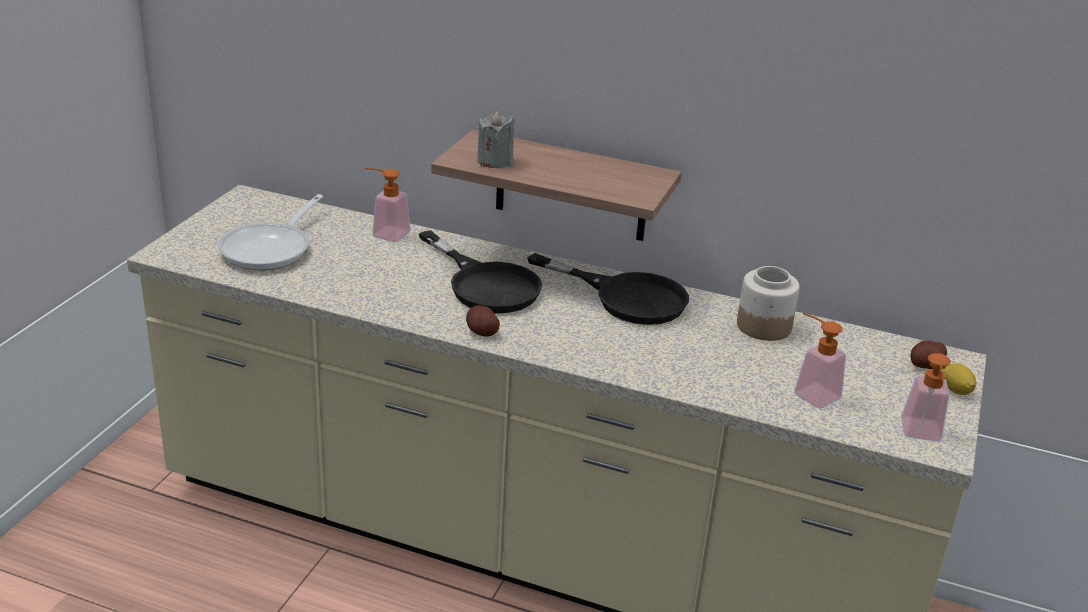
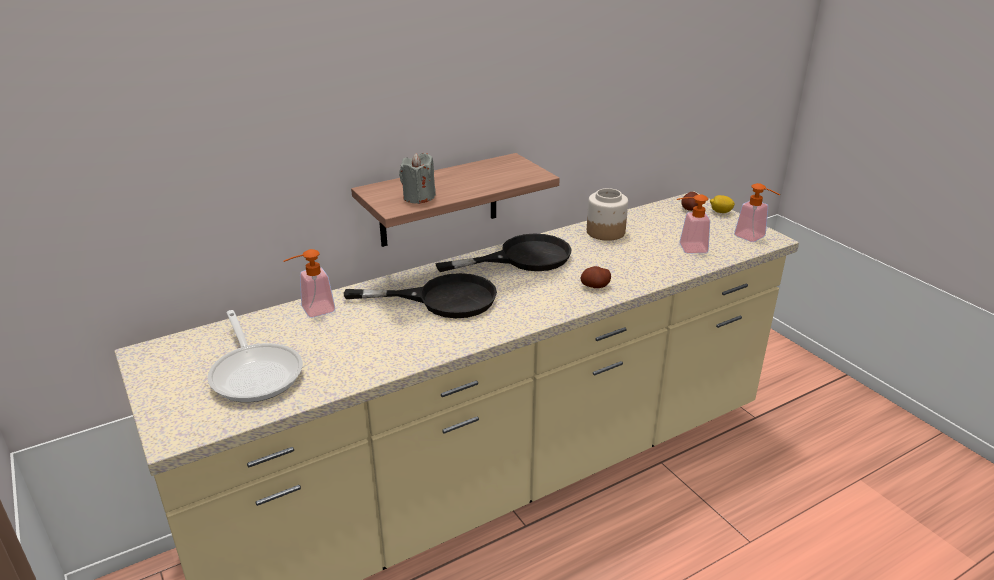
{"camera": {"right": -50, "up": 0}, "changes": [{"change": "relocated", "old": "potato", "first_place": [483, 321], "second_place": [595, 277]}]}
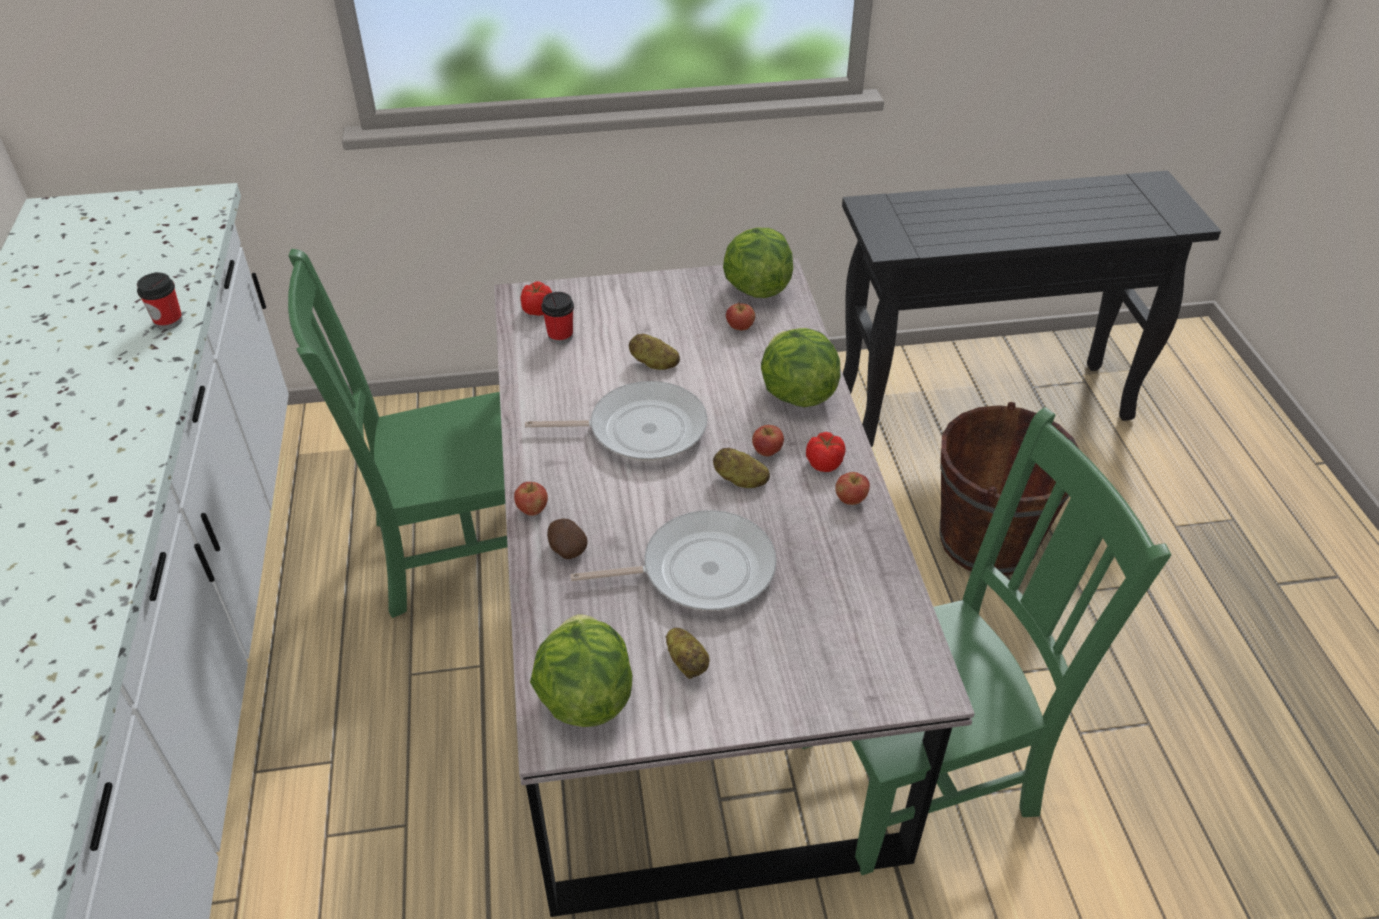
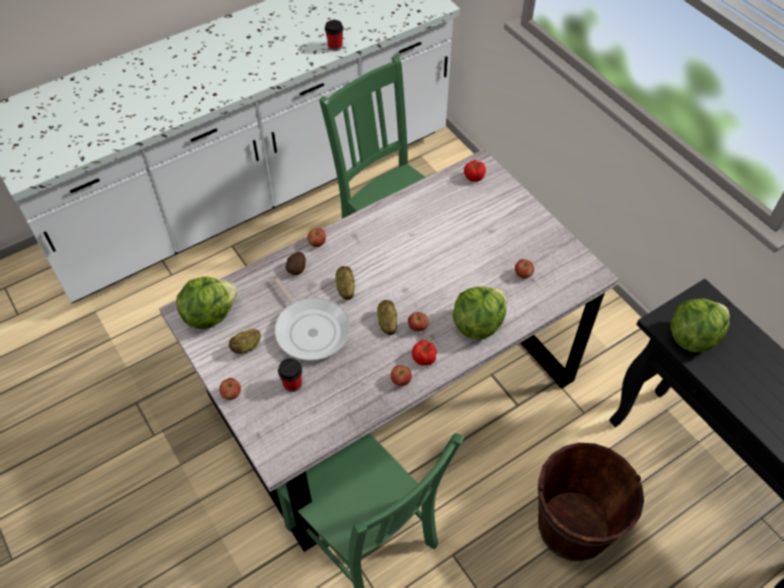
{"camera": {"right": 65, "up": 10}, "changes": [{"change": "missing", "old": "frying_pan", "first_place": [616, 421]}, {"change": "appeared", "new": "apple", "second_place": [230, 389]}, {"change": "relocated", "old": "cup", "first_place": [557, 318], "second_place": [290, 375]}, {"change": "relocated", "old": "potato", "first_place": [654, 352], "second_place": [344, 283]}, {"change": "relocated", "old": "lettuce", "first_place": [758, 263], "second_place": [700, 326]}]}
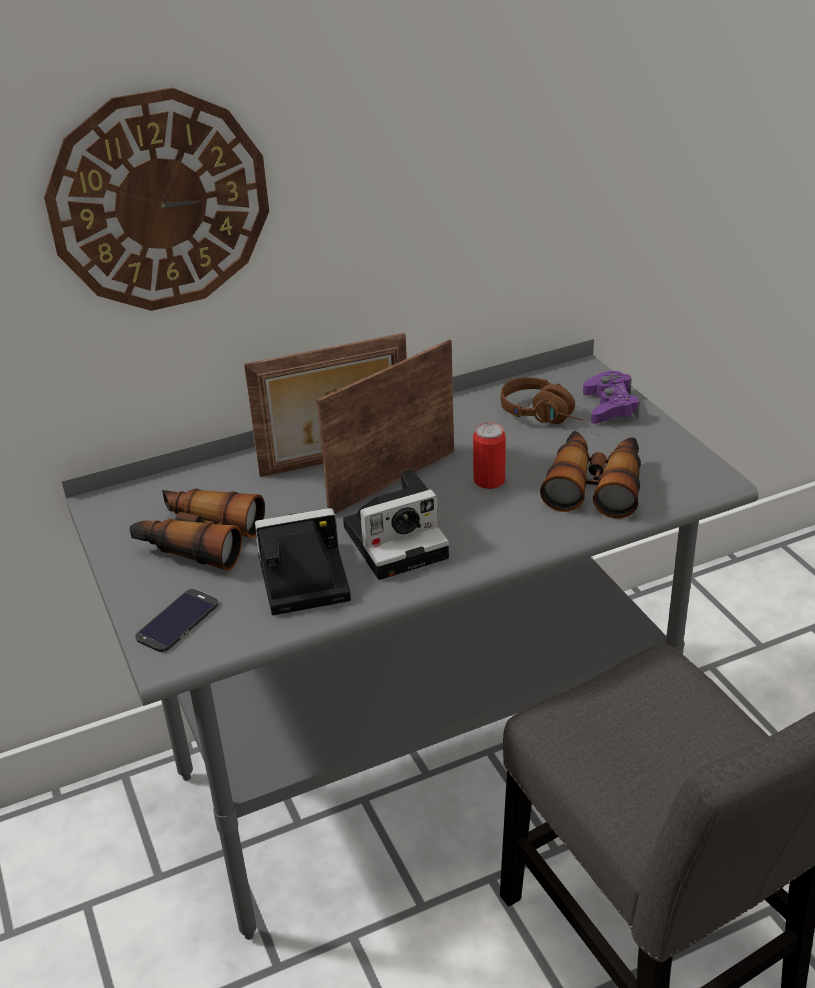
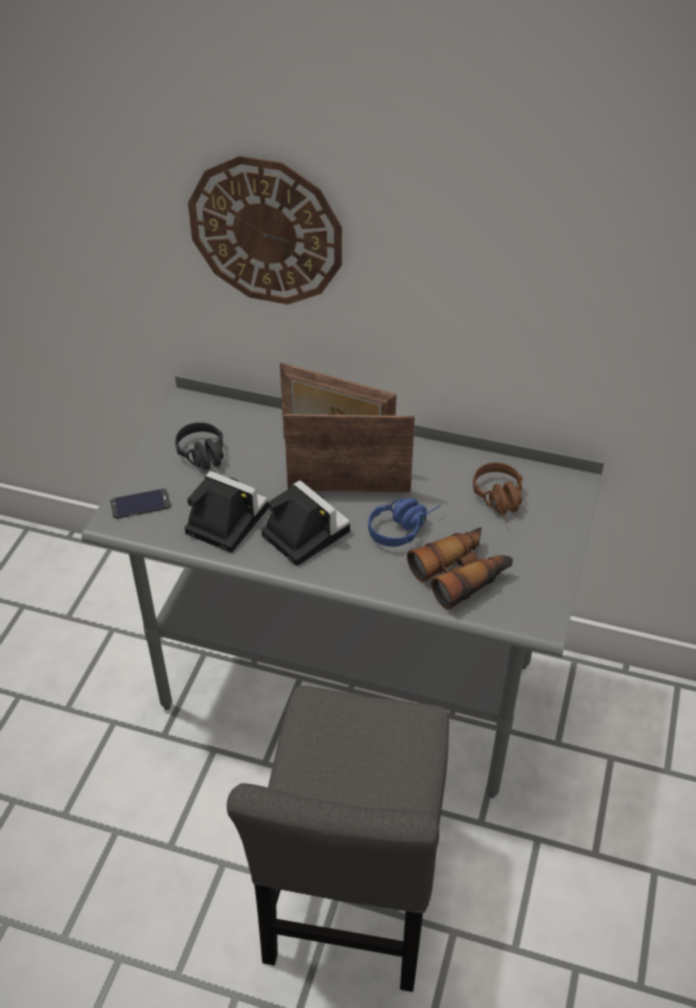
{"camera": {"right": 40, "up": 10}, "changes": [{"change": "missing", "old": "purple_game_controller", "first_place": [611, 397]}, {"change": "exchanged", "old": "binoculars", "new": "black_headphones", "first_place": [197, 529], "second_place": [199, 447]}, {"change": "exchanged", "old": "can", "new": "blue_headphones", "first_place": [489, 455], "second_place": [404, 522]}, {"change": "spun", "old": "photo_camera", "first_place": [396, 524], "second_place": [305, 523], "degrees": -150}]}
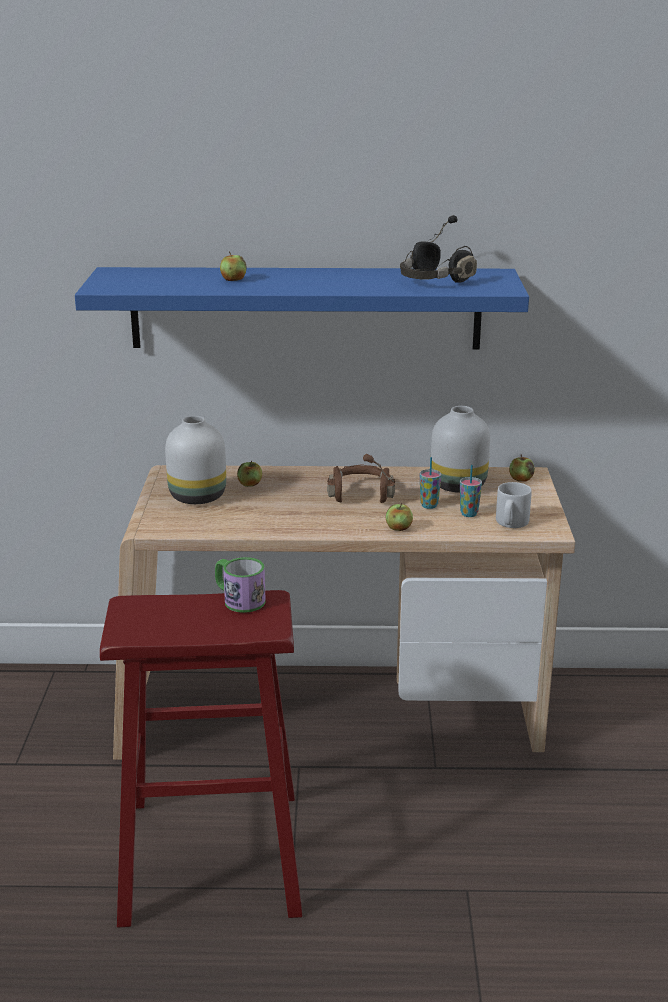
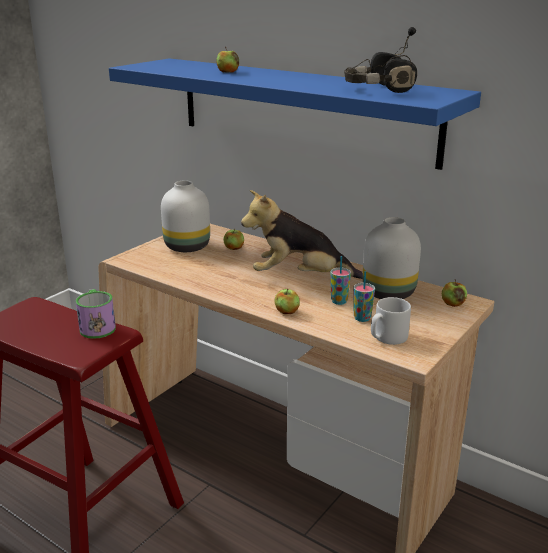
{"camera": {"right": 35, "up": 0}, "changes": [{"change": "exchanged", "old": "brown_headphones", "new": "plush_toy", "first_place": [361, 478], "second_place": [302, 234]}]}
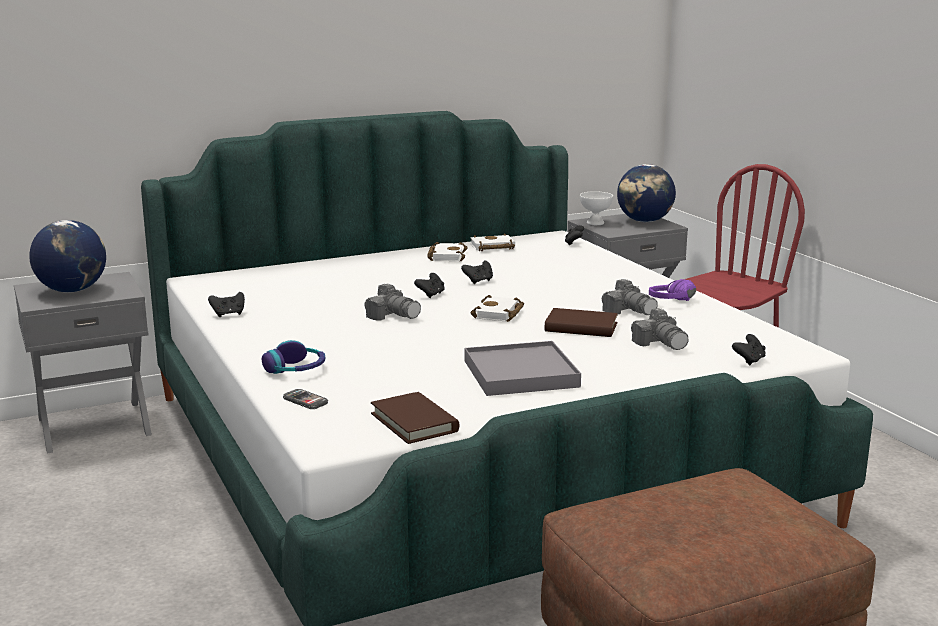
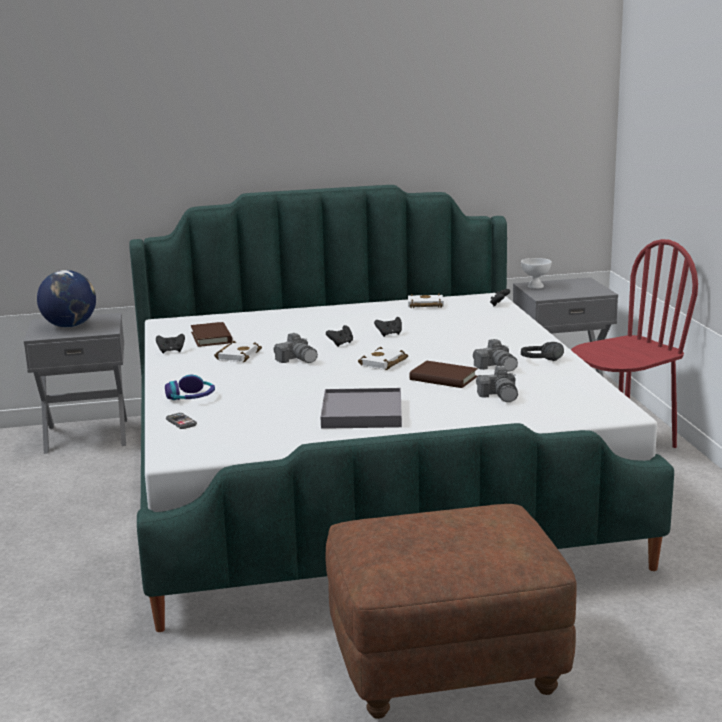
{"camera": {"right": 15, "up": 0}, "changes": [{"change": "missing", "old": "globe", "first_place": [646, 193]}, {"change": "missing", "old": "black_game_controller", "first_place": [749, 349]}, {"change": "relocated", "old": "brown_book", "first_place": [415, 418], "second_place": [212, 334]}, {"change": "relocated", "old": "white_book", "first_place": [447, 252], "second_place": [238, 351]}, {"change": "colour", "old": "purple_headphones", "new": "black_headphones", "first_place": [672, 290], "second_place": [542, 351]}]}
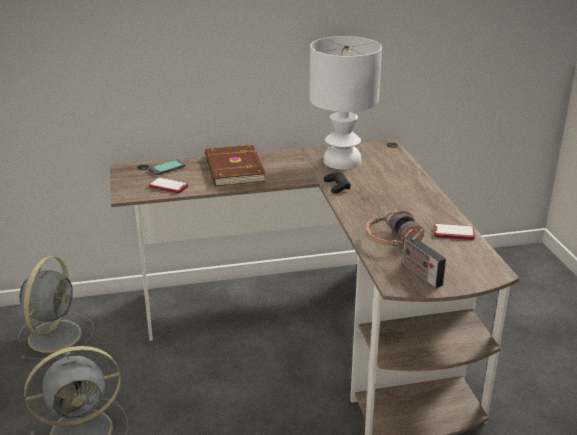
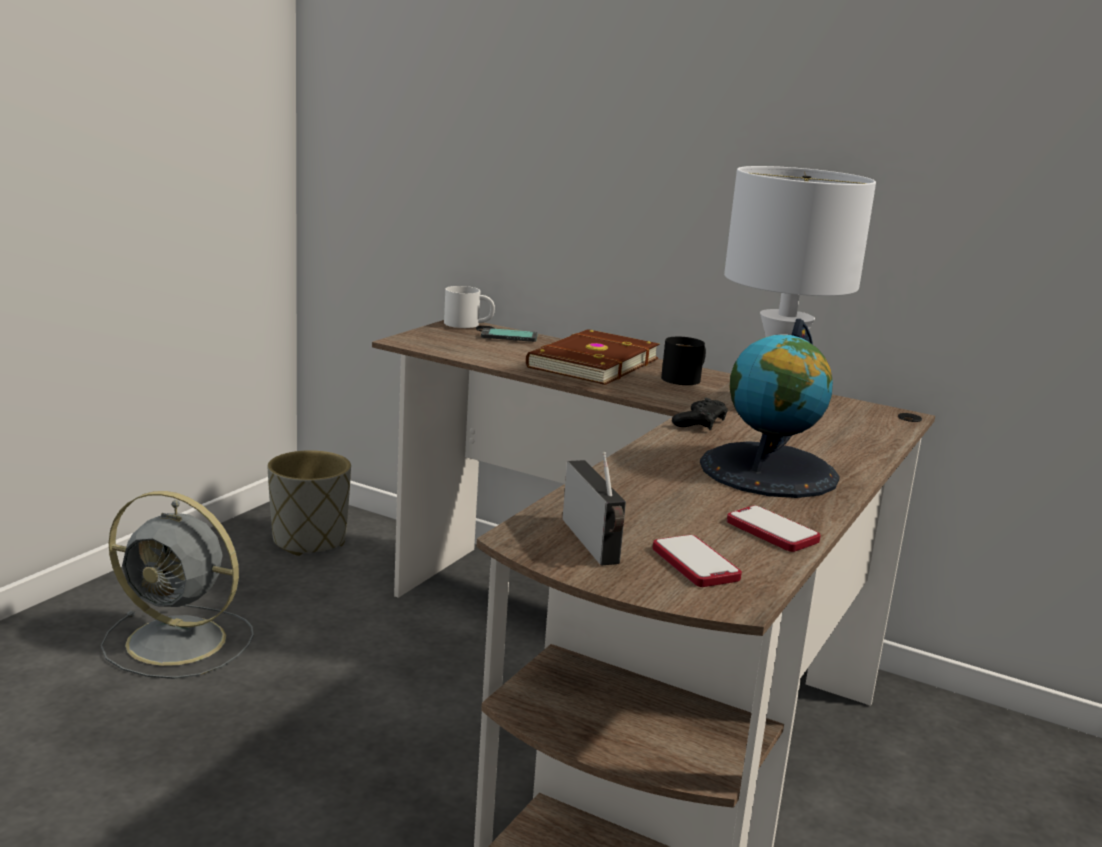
{"camera": {"right": 40, "up": -10}, "changes": [{"change": "missing", "old": "headphones", "first_place": [395, 228]}, {"change": "appeared", "new": "white_mug", "second_place": [469, 307]}, {"change": "appeared", "new": "black_mug", "second_place": [683, 361]}, {"change": "appeared", "new": "globe", "second_place": [770, 408]}, {"change": "relocated", "old": "phone", "first_place": [168, 186], "second_place": [697, 561]}, {"change": "exchanged", "old": "grey_fan", "new": "grey_planter", "first_place": [56, 308], "second_place": [309, 503]}, {"change": "spun", "old": "radio", "first_place": [424, 258], "second_place": [594, 509], "degrees": 150}]}
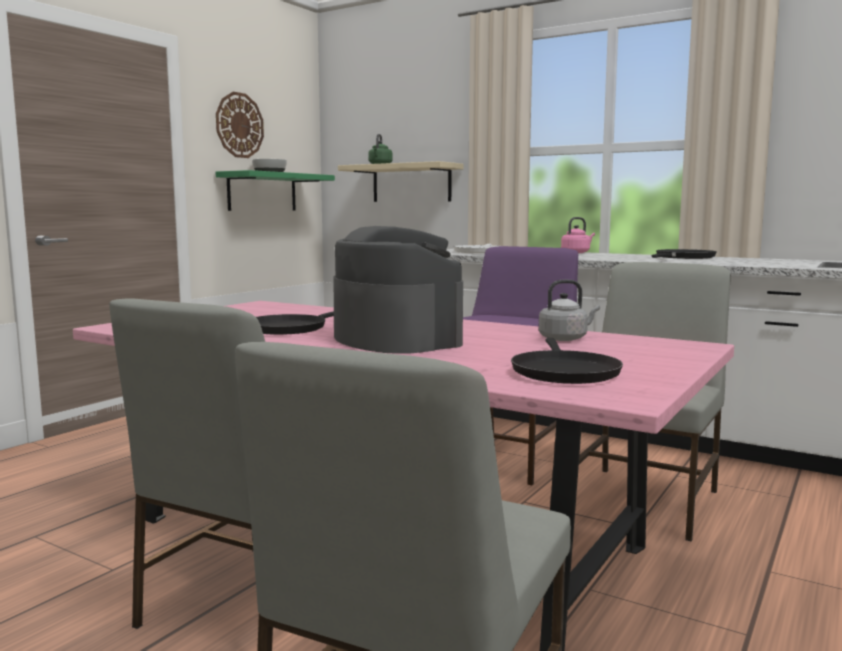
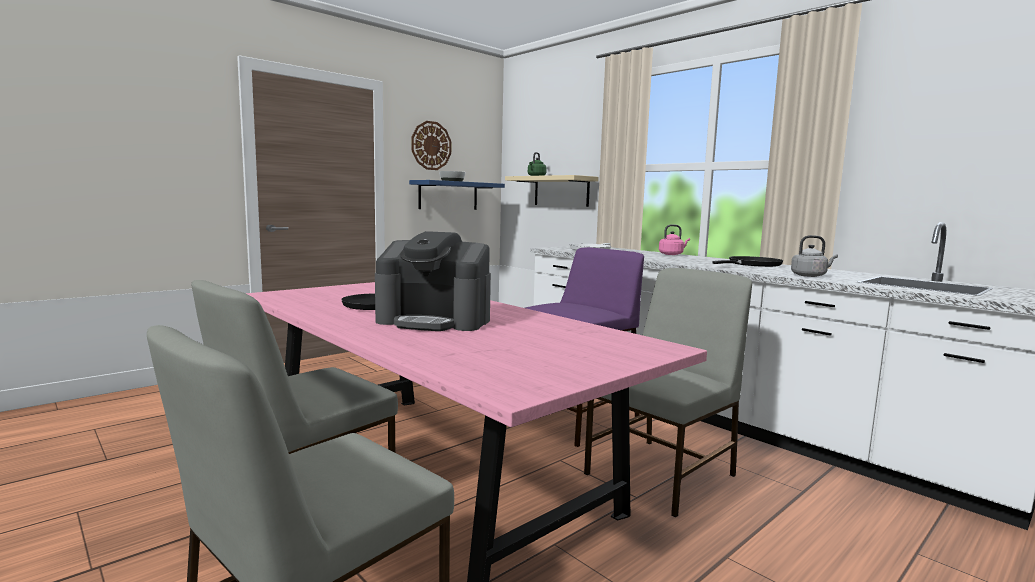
{"camera": {"right": 15, "up": 0}, "changes": [{"change": "missing", "old": "black_frying_pan", "first_place": [567, 361]}, {"change": "relocated", "old": "grey_kettle", "first_place": [569, 310], "second_place": [814, 256]}, {"change": "colour", "old": "green_shelf", "new": "blue_shelf", "first_place": [275, 190], "second_place": [457, 195]}, {"change": "spun", "old": "coffee_machine", "first_place": [398, 290], "second_place": [433, 281], "degrees": 120}]}
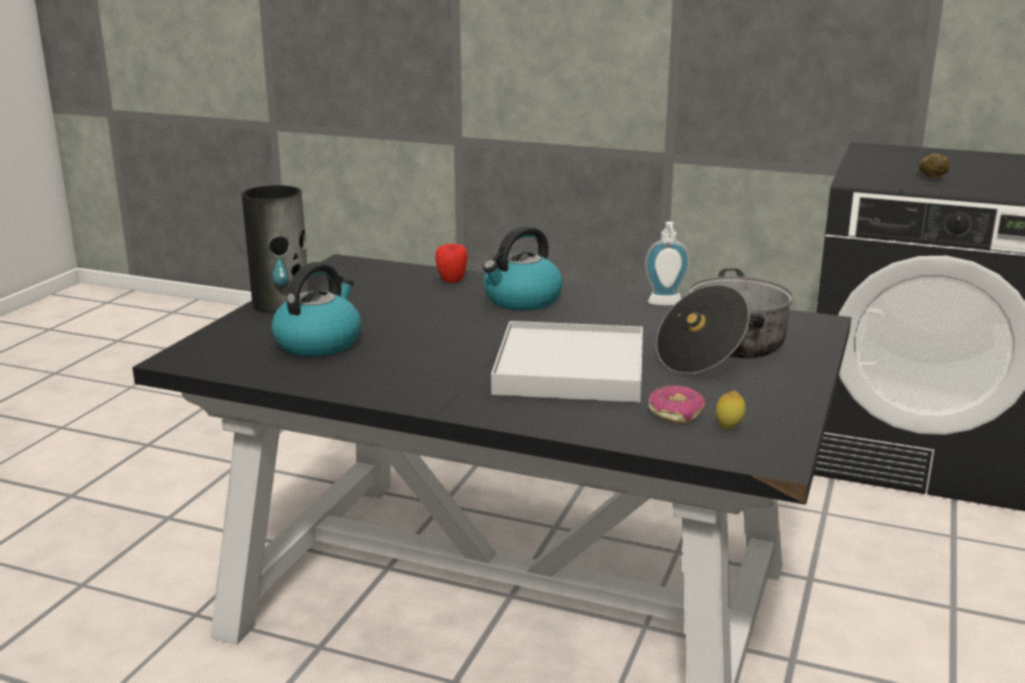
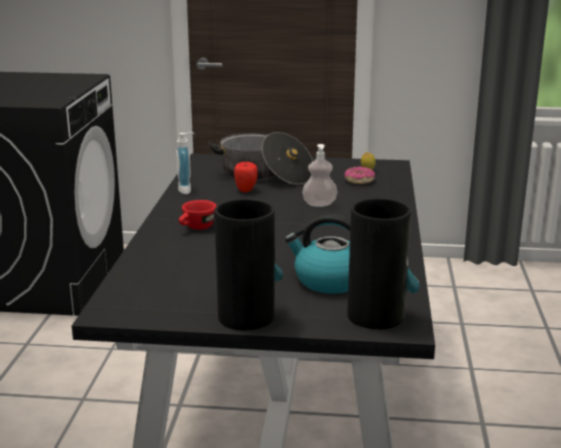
{"camera": {"right": -105, "up": 0}, "changes": [{"change": "missing", "old": "potato", "first_place": [934, 166]}, {"change": "appeared", "new": "vase", "second_place": [383, 263]}, {"change": "relocated", "old": "apple", "first_place": [451, 263], "second_place": [246, 177]}, {"change": "exchanged", "old": "kettle", "new": "red_cup", "first_place": [523, 268], "second_place": [198, 215]}, {"change": "exchanged", "old": "white_tray", "new": "soap_dispenser", "first_place": [567, 361], "second_place": [320, 175]}]}
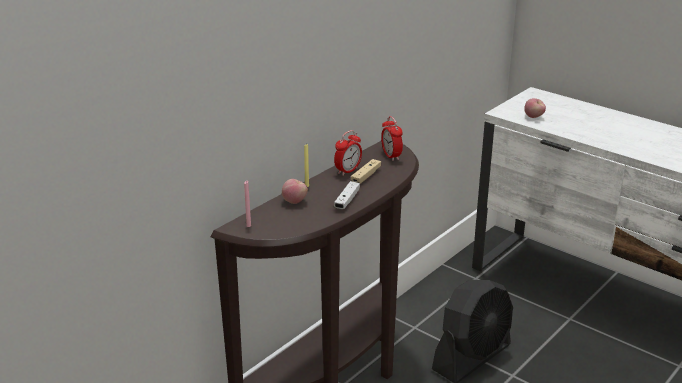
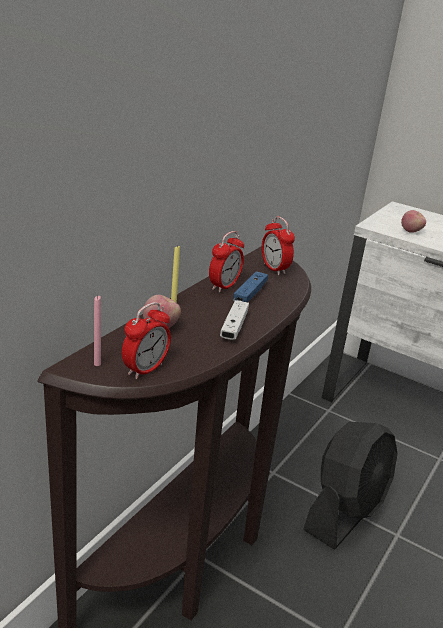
{"camera": {"right": -10, "up": 0}, "changes": [{"change": "appeared", "new": "alarm_clock", "second_place": [146, 340]}, {"change": "colour", "old": "beige_game_controller", "new": "blue_game_controller", "first_place": [366, 171], "second_place": [250, 286]}]}
